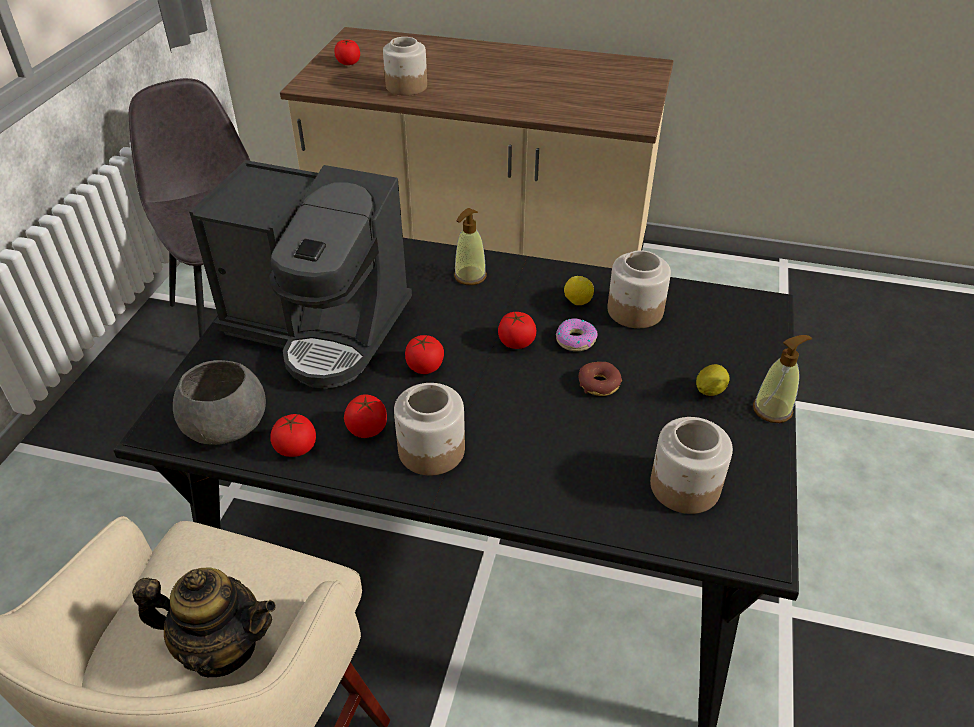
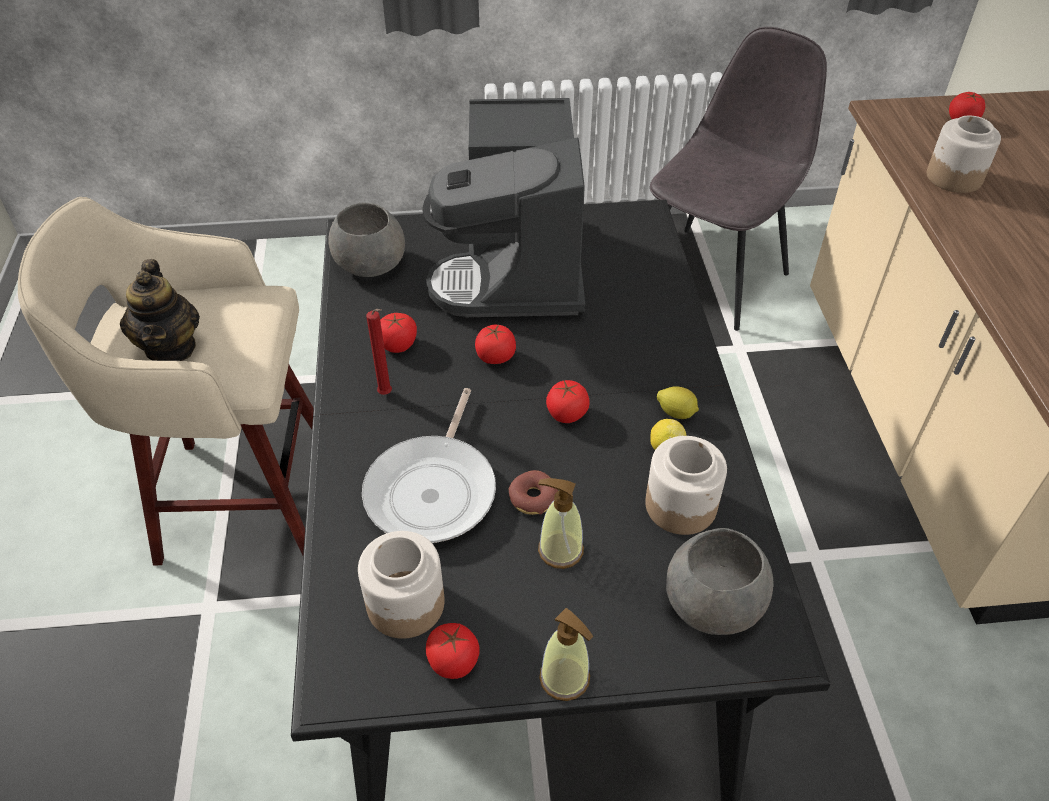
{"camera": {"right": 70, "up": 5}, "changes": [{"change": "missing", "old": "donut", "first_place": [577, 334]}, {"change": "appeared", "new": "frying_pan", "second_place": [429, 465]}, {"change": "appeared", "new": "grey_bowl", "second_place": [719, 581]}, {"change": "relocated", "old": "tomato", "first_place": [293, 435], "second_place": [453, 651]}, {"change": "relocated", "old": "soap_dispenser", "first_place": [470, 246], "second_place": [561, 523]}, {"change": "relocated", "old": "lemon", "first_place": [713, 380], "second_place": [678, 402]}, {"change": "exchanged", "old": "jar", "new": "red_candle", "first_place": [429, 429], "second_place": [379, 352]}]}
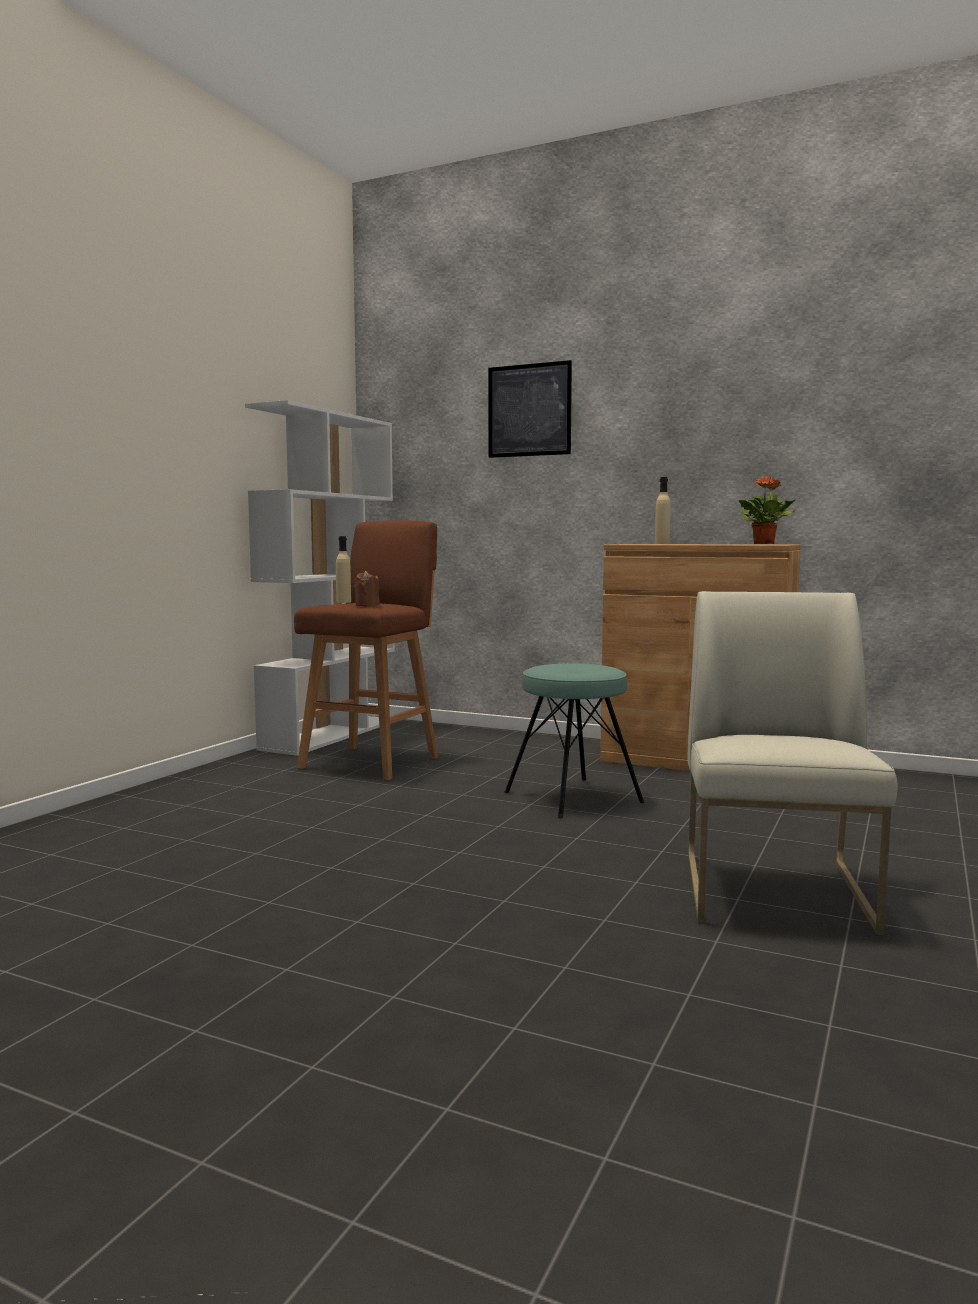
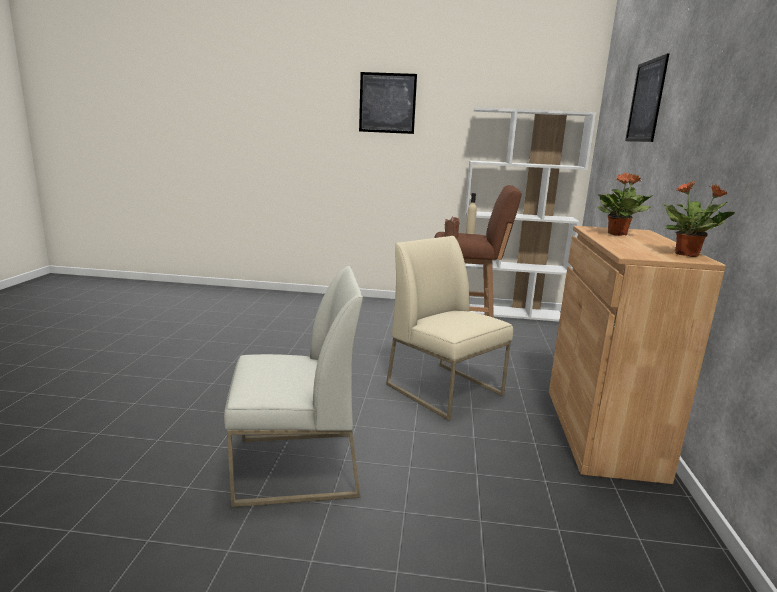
{"camera": {"right": 70, "up": 10}, "changes": [{"change": "appeared", "new": "picture", "second_place": [388, 103]}, {"change": "exchanged", "old": "turquoise_stool", "new": "beige_chair", "first_place": [574, 740], "second_place": [449, 328]}, {"change": "exchanged", "old": "beige_bottle", "new": "potted_plant", "first_place": [663, 510], "second_place": [625, 204]}]}
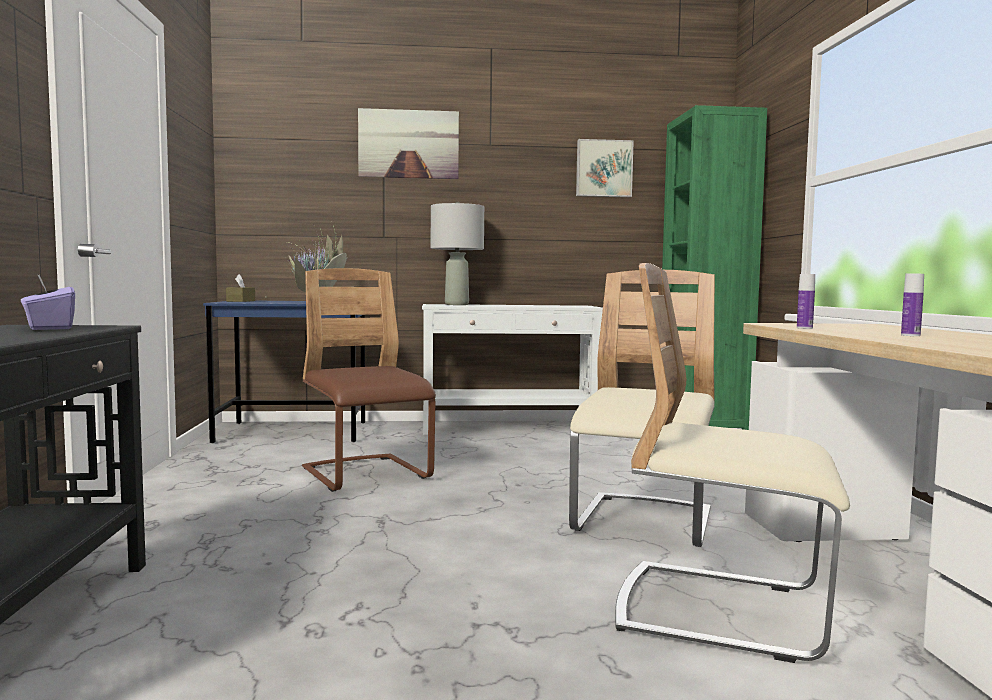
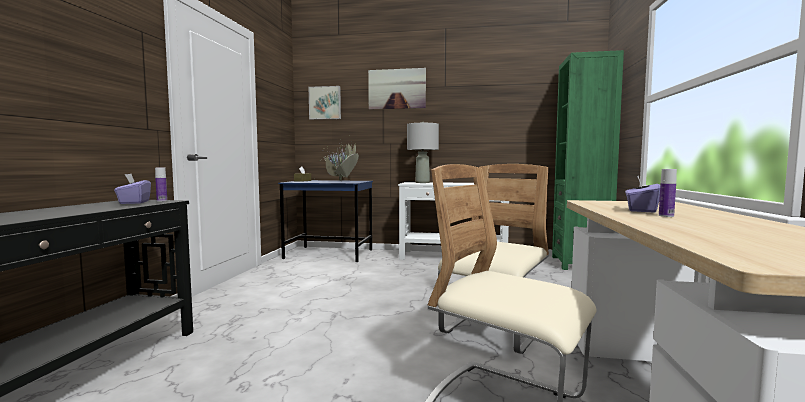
{"camera": {"right": 15, "up": 0}, "changes": [{"change": "missing", "old": "brown_chair", "first_place": [369, 380]}, {"change": "appeared", "new": "purple_tissue_box", "second_place": [642, 194]}, {"change": "relocated", "old": "picture", "first_place": [605, 168], "second_place": [325, 103]}, {"change": "relocated", "old": "bottle", "first_place": [806, 301], "second_place": [161, 185]}]}
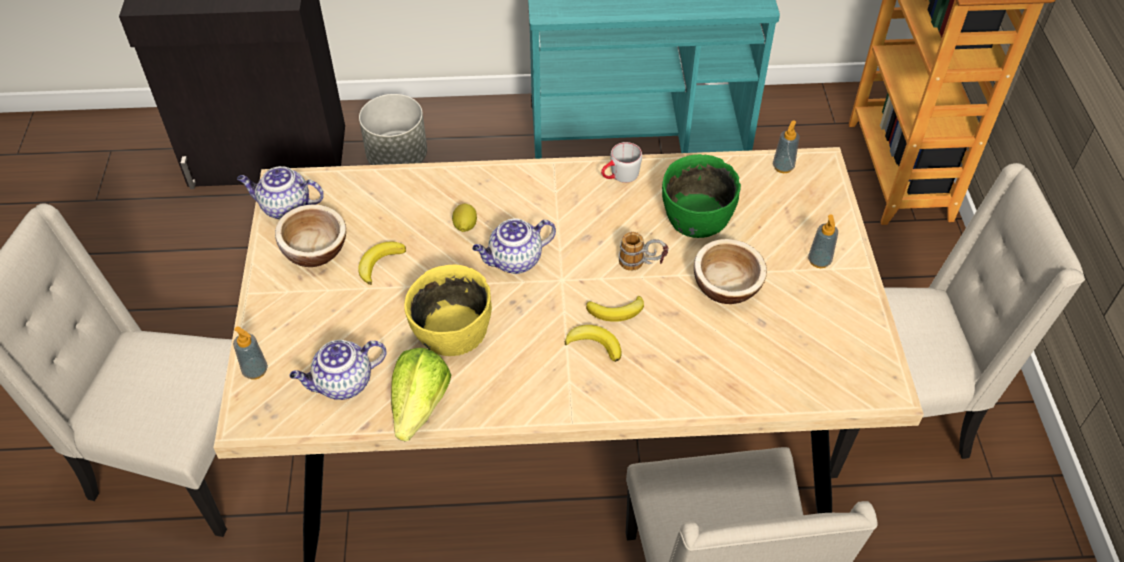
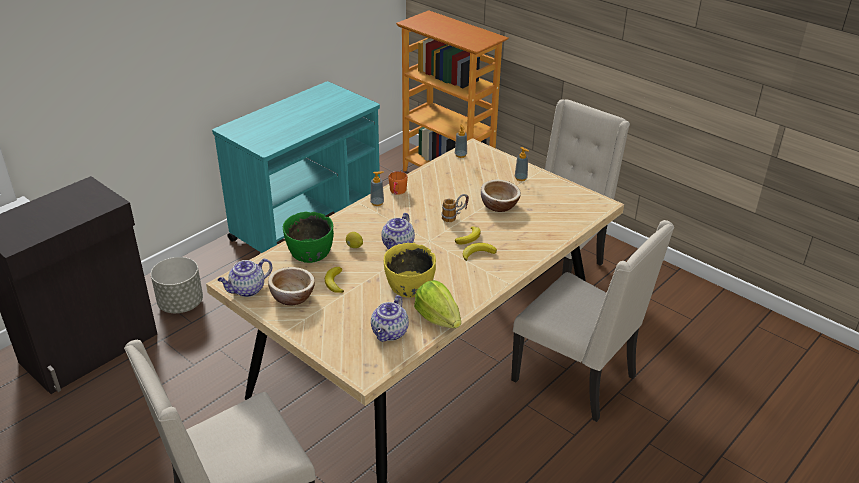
{"camera": {"right": -45, "up": -15}, "changes": [{"change": "relocated", "old": "soap_dispenser", "first_place": [250, 352], "second_place": [377, 188]}, {"change": "relocated", "old": "green_bowl", "first_place": [701, 196], "second_place": [308, 237]}, {"change": "colour", "old": "grey_mug", "new": "orange_mug", "first_place": [621, 162], "second_place": [398, 183]}]}
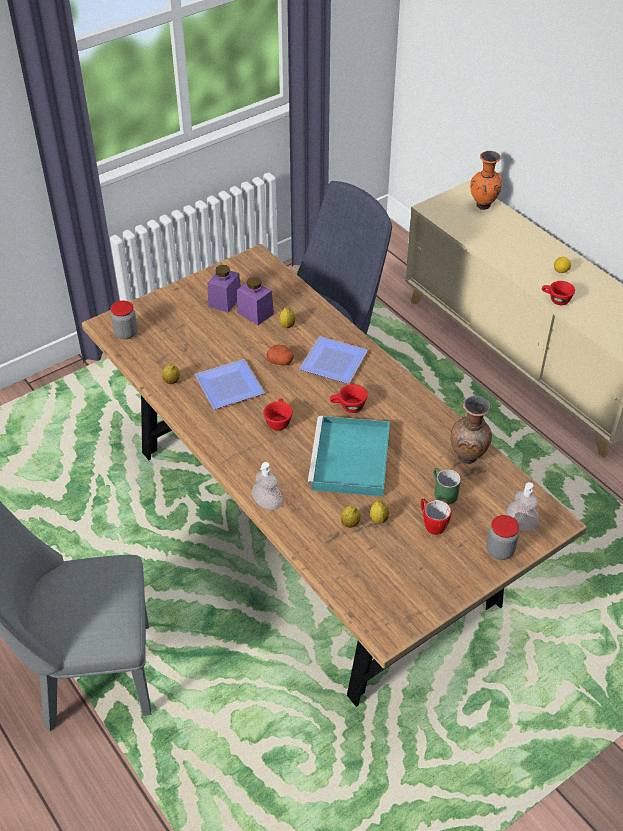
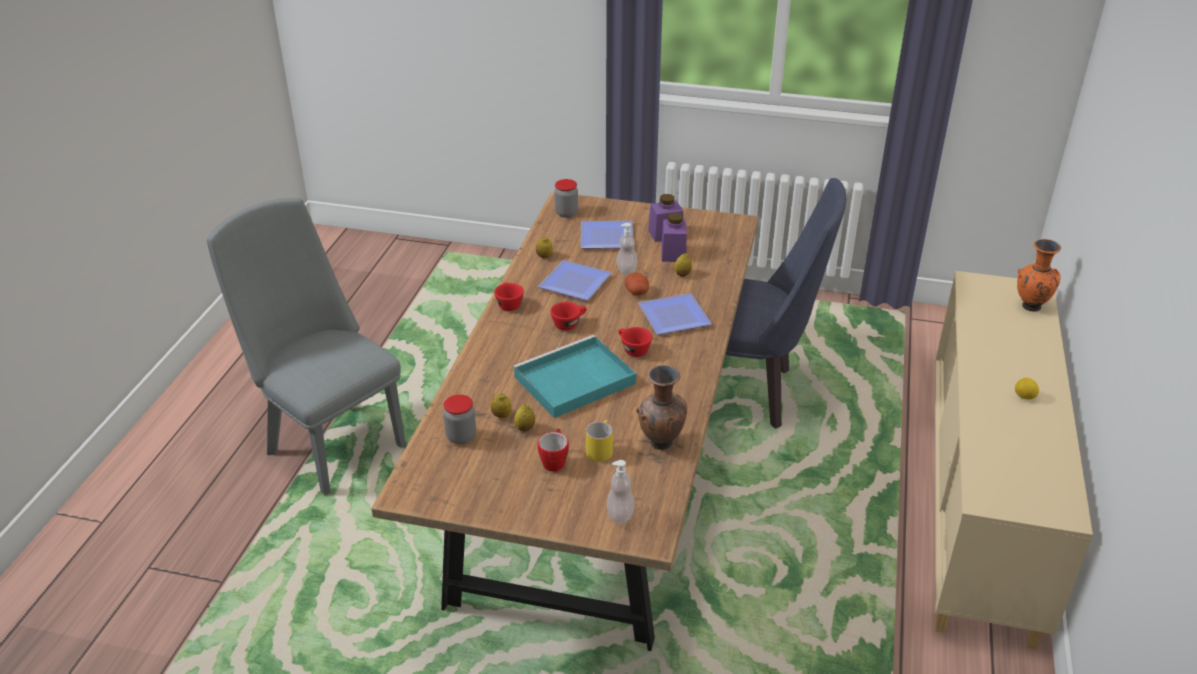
{"camera": {"right": 50, "up": -10}, "changes": [{"change": "appeared", "new": "plate", "second_place": [607, 234]}, {"change": "relocated", "old": "soap_dispenser", "first_place": [267, 486], "second_place": [627, 249]}, {"change": "relocated", "old": "jar", "first_place": [503, 537], "second_place": [459, 420]}, {"change": "relocated", "old": "red_cup", "first_place": [558, 293], "second_place": [509, 296]}, {"change": "colour", "old": "green_mug", "new": "yellow_mug", "first_place": [447, 486], "second_place": [599, 441]}]}
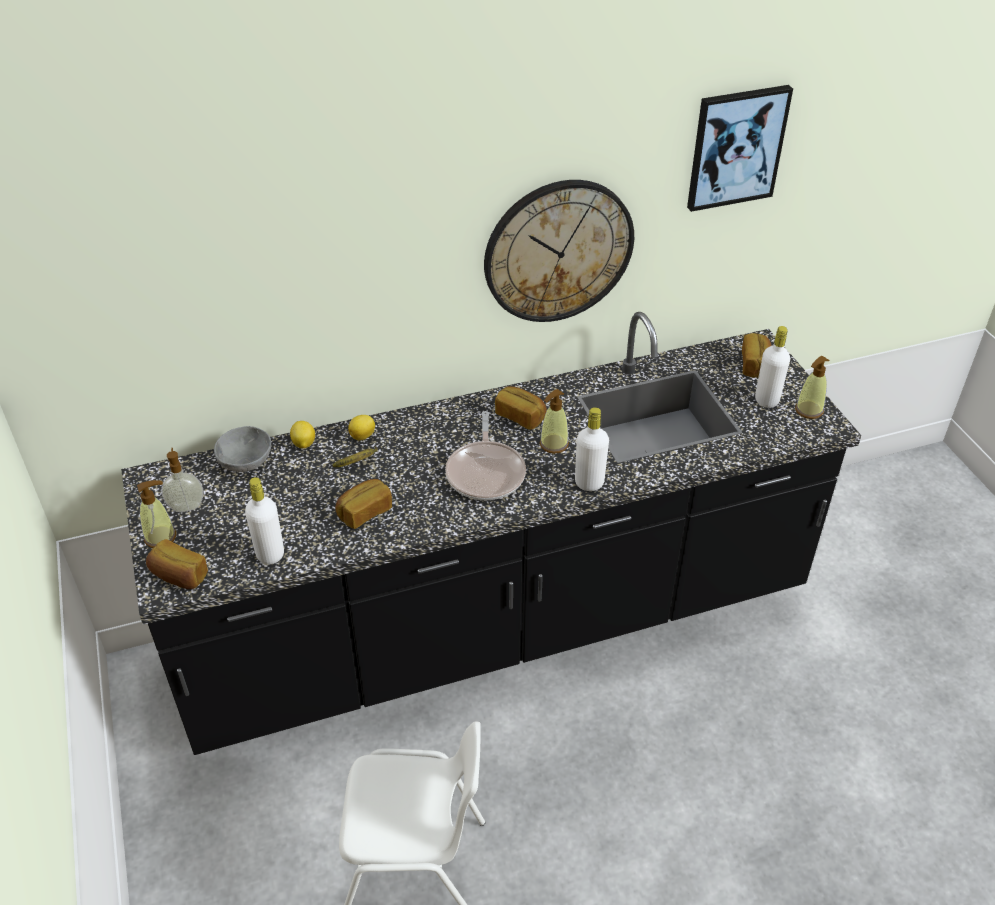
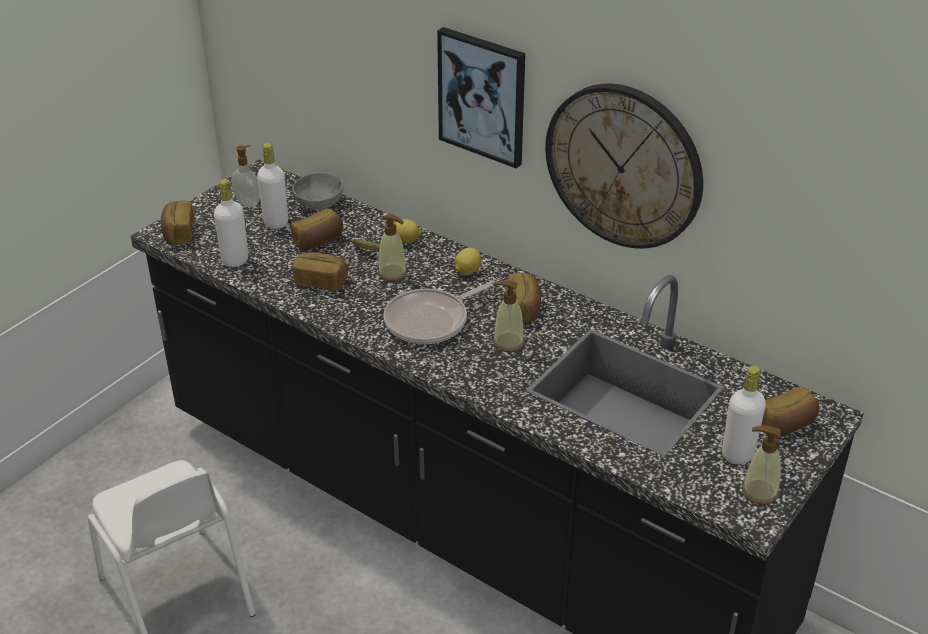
{"camera": {"right": 55, "up": -5}, "changes": [{"change": "appeared", "new": "bread", "second_place": [317, 229]}, {"change": "relocated", "old": "soap_dispenser", "first_place": [156, 514], "second_place": [392, 247]}, {"change": "relocated", "old": "lemon", "first_place": [302, 434], "second_place": [467, 260]}, {"change": "relocated", "old": "white_bottle", "first_place": [592, 449], "second_place": [272, 186]}, {"change": "relocated", "old": "picture", "first_place": [740, 148], "second_place": [481, 98]}]}
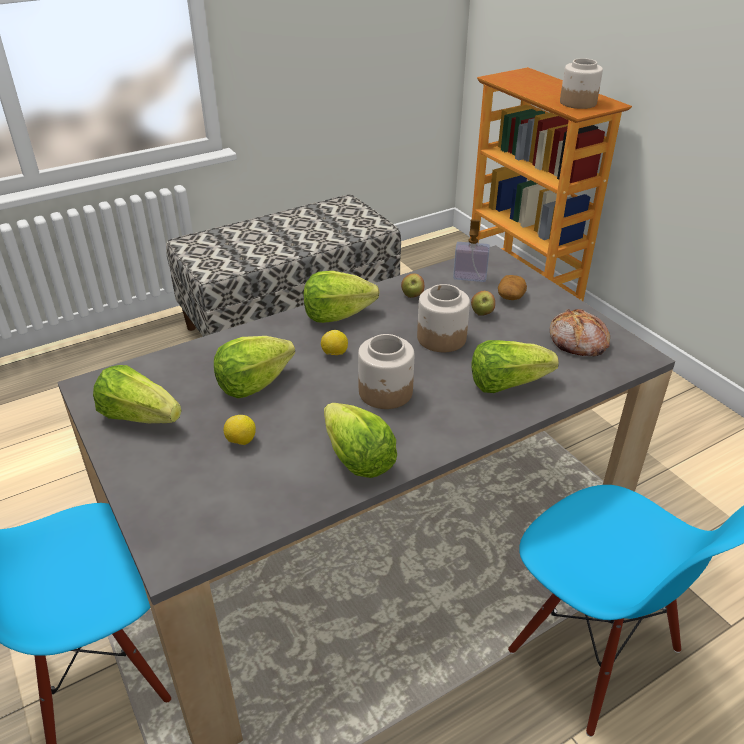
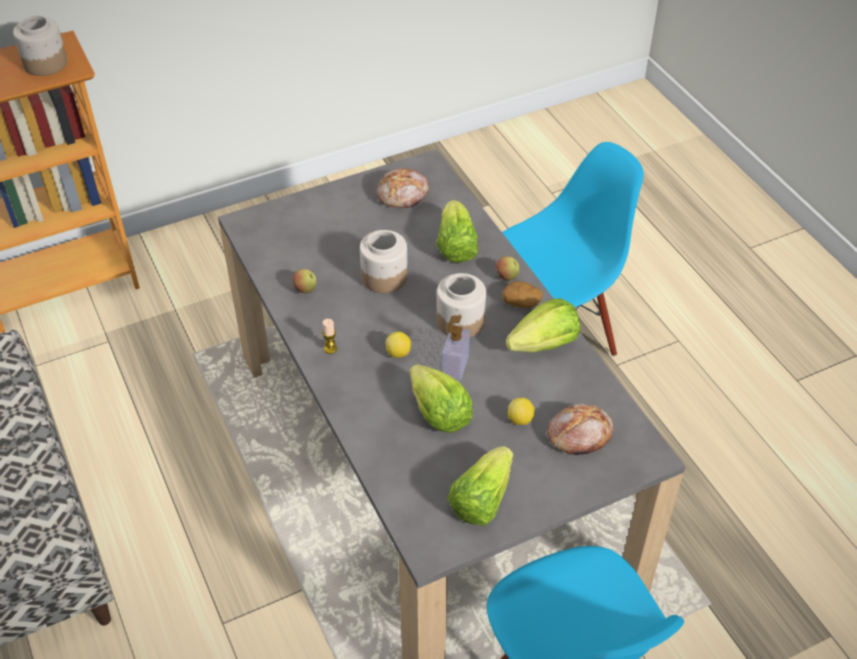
{"camera": {"right": -85, "up": 10}, "changes": [{"change": "appeared", "new": "bread", "second_place": [580, 429]}, {"change": "relocated", "old": "soap_dispenser", "first_place": [471, 250], "second_place": [456, 348]}, {"change": "relocated", "old": "apple", "first_place": [483, 303], "second_place": [508, 268]}, {"change": "relocated", "old": "potato", "first_place": [512, 287], "second_place": [522, 295]}, {"change": "exchanged", "old": "lettuce", "new": "candle", "first_place": [341, 297], "second_place": [329, 336]}]}
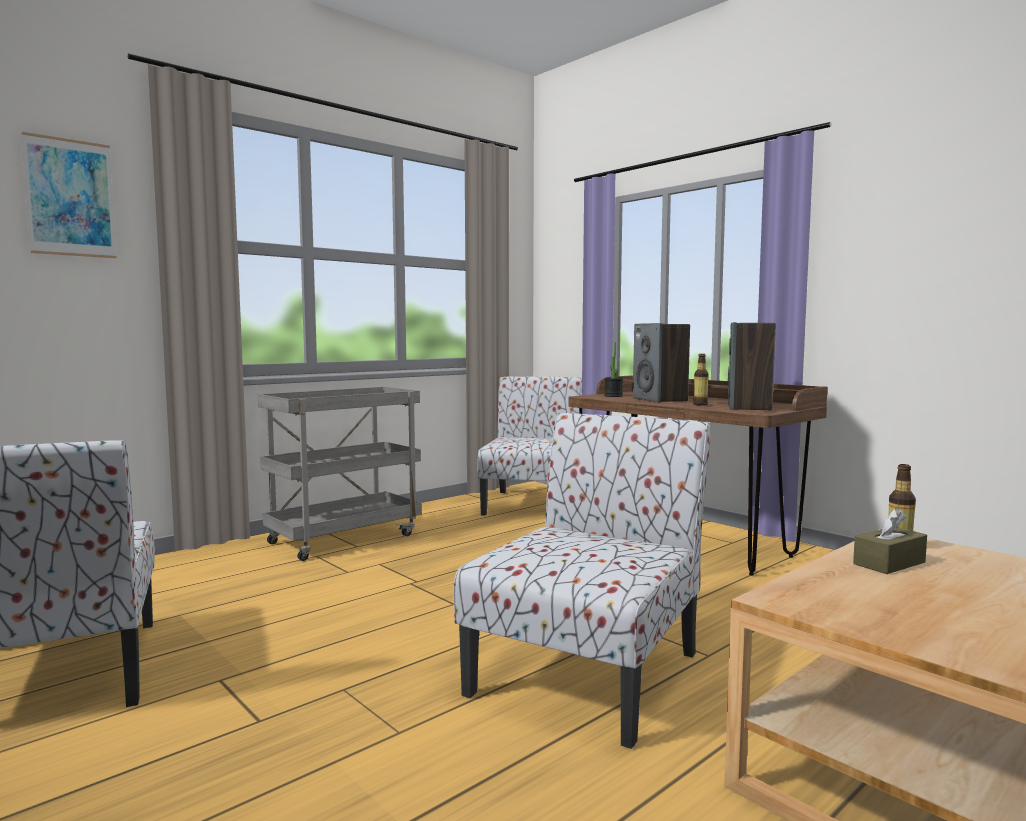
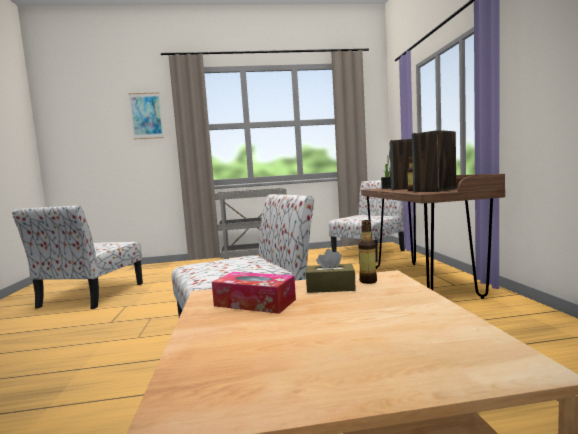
{"camera": {"right": 35, "up": 0}, "changes": [{"change": "appeared", "new": "tissue_box", "second_place": [254, 293]}]}
